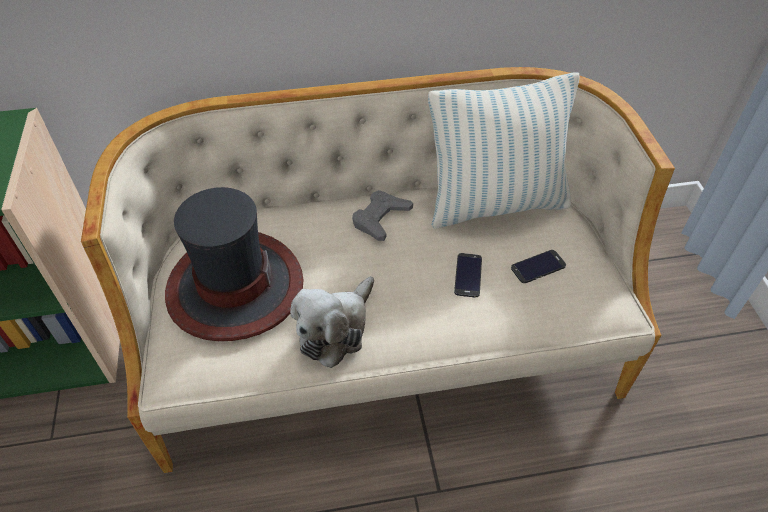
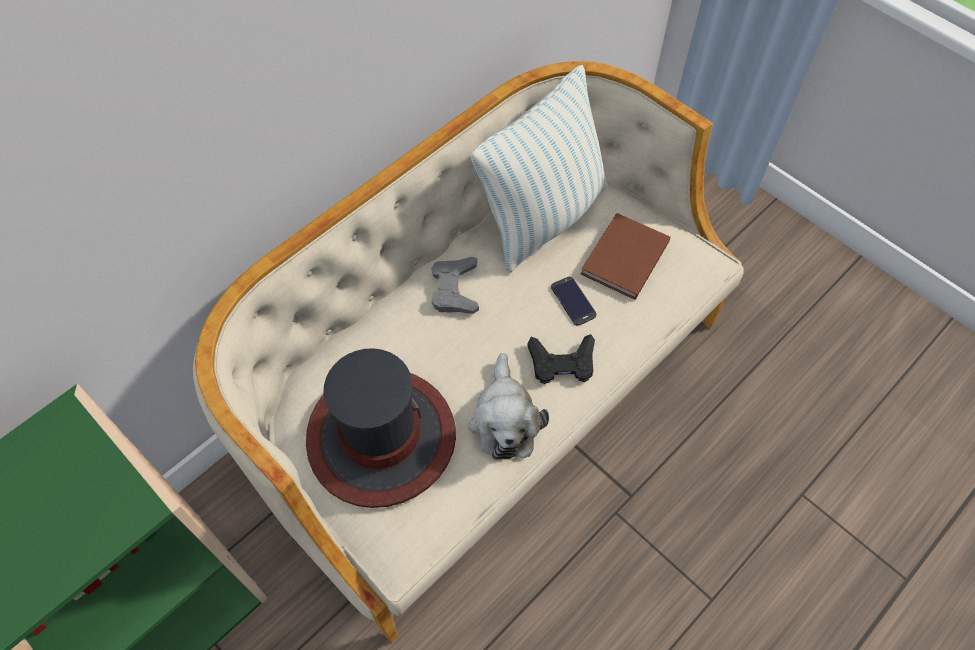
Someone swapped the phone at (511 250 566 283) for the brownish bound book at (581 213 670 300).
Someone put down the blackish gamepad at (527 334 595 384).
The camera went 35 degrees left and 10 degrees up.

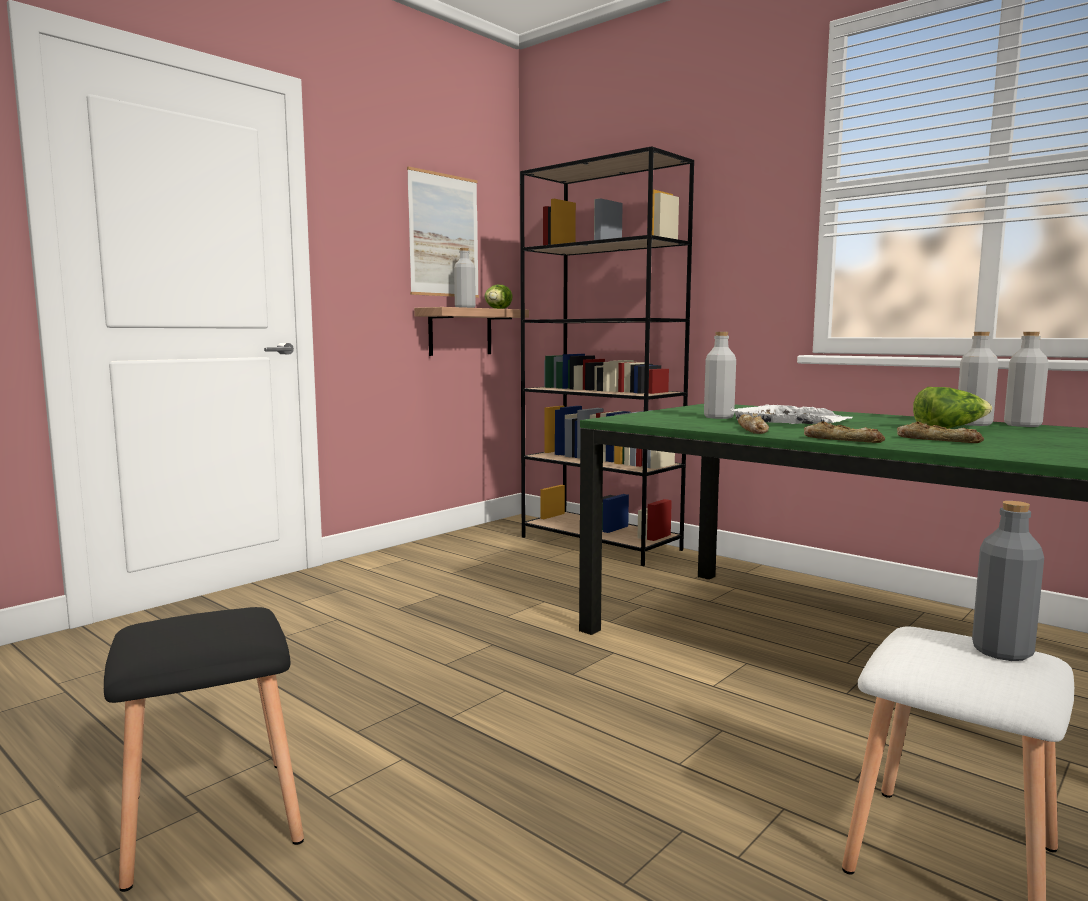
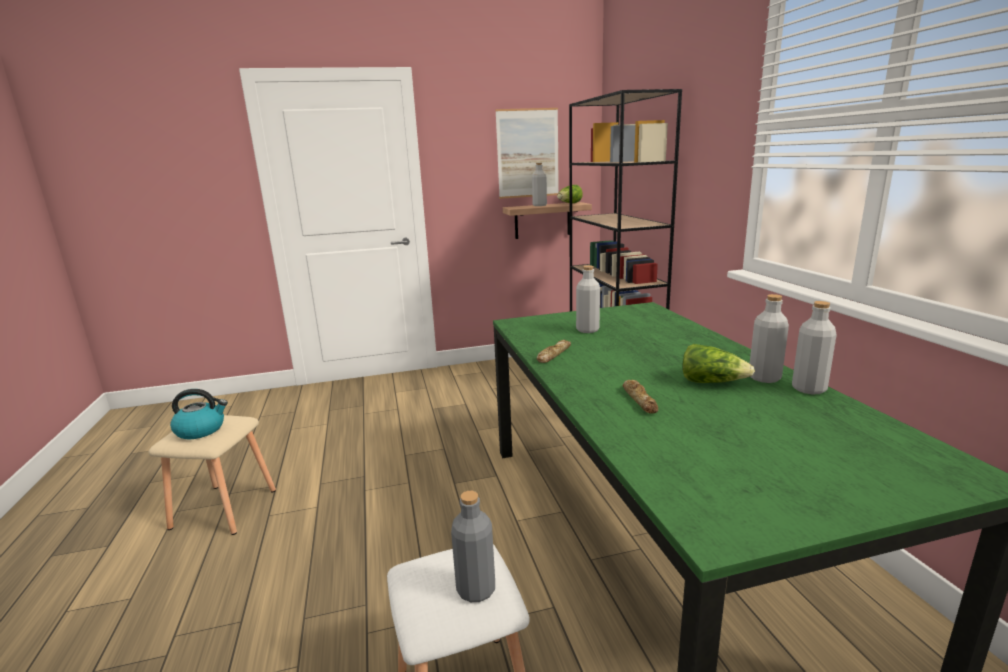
Someone repainted the blackish sitting stool at (104 607 304 892), which became the beige sitting stool at (148 415 276 535).
Someone took away the whitish tray at (731 404 853 424).
Someone took away the baked bread at (804 421 885 443).
Someone put down the tea kettle at (170 389 228 439).
The camera went 35 degrees right and 10 degrees up.

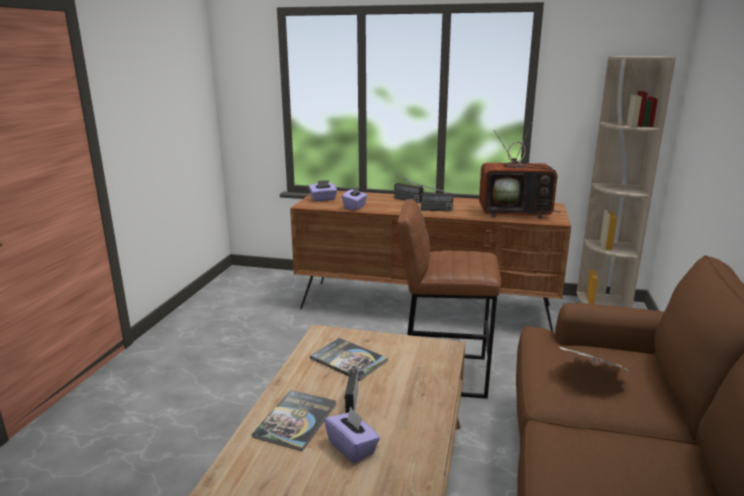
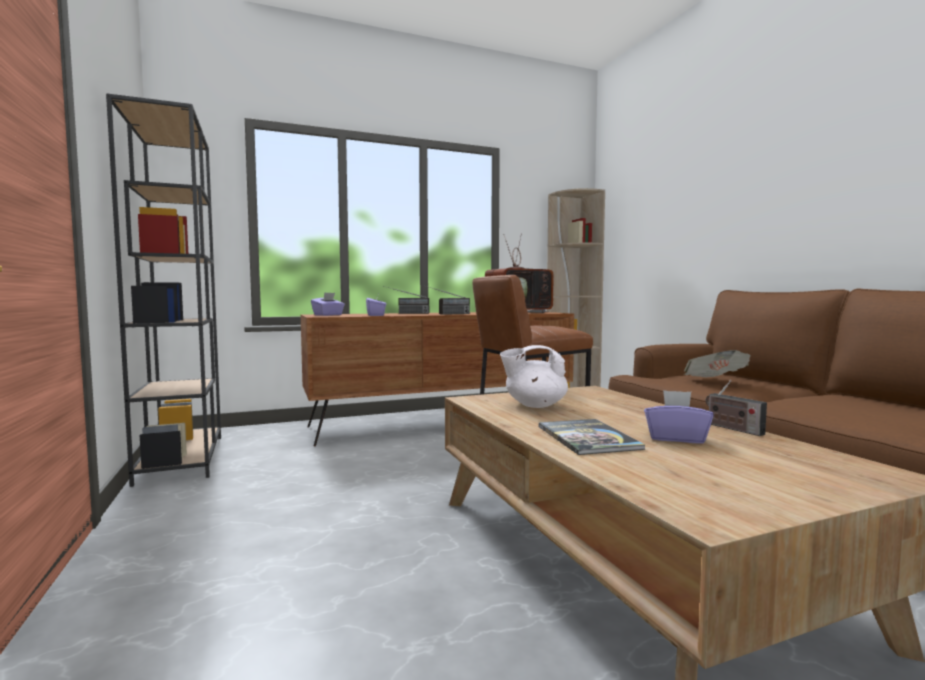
Someone swapped the bound book at (310 338 388 381) for the whitish pot for tea at (500 345 568 408).
Someone carried the radio from (344 365 358 413) to (706 380 767 436).
Someone put down the bookcase at (106 93 221 487).
The camera went 35 degrees left and 15 degrees down.

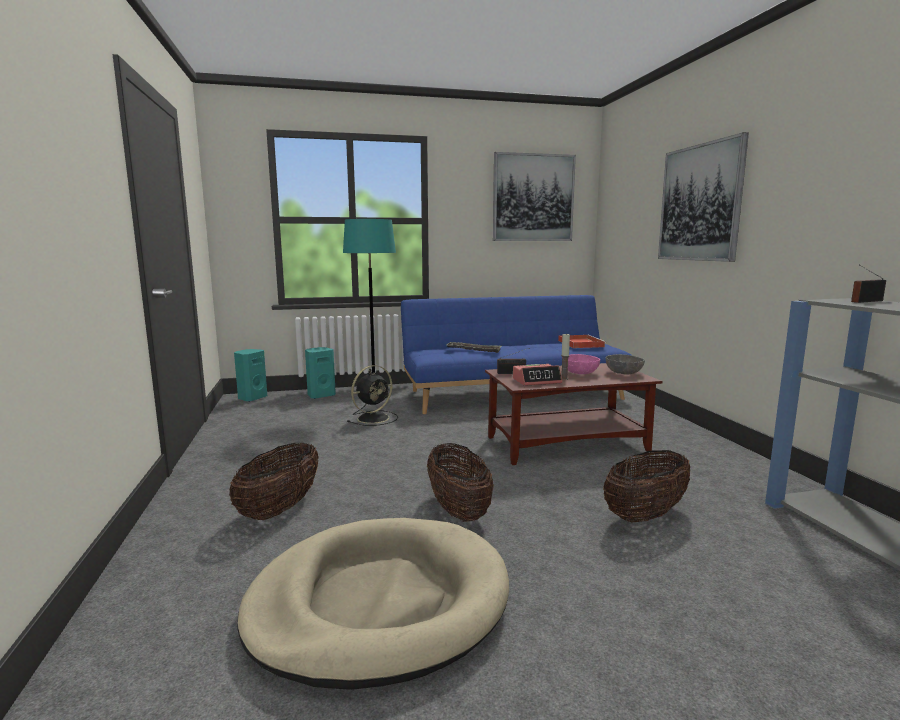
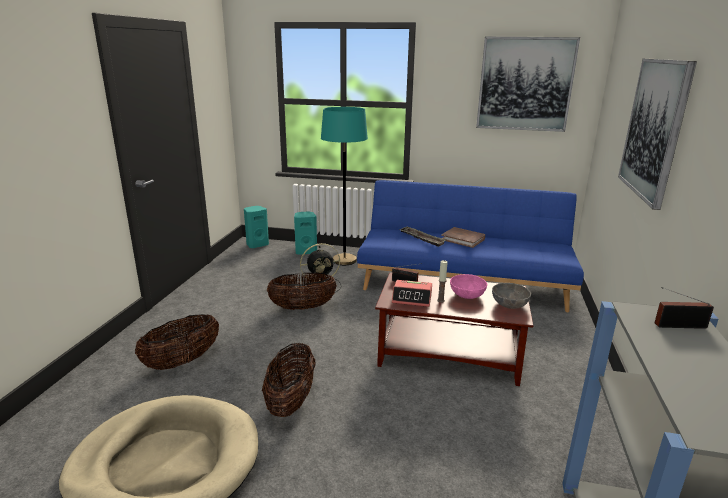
Someone took away the red-coloured tray at (558 335 606 348).
Someone carried the basket from (603 450 690 523) to (267 272 337 310).
Someone put down the brownish bound book at (441 227 485 248).
The camera went 25 degrees right and 10 degrees up.

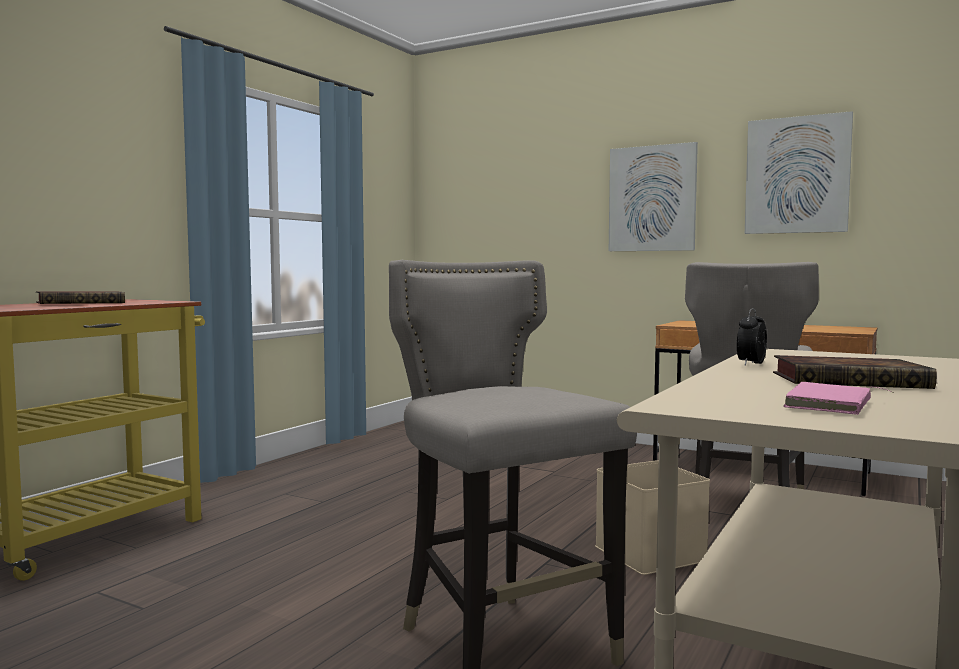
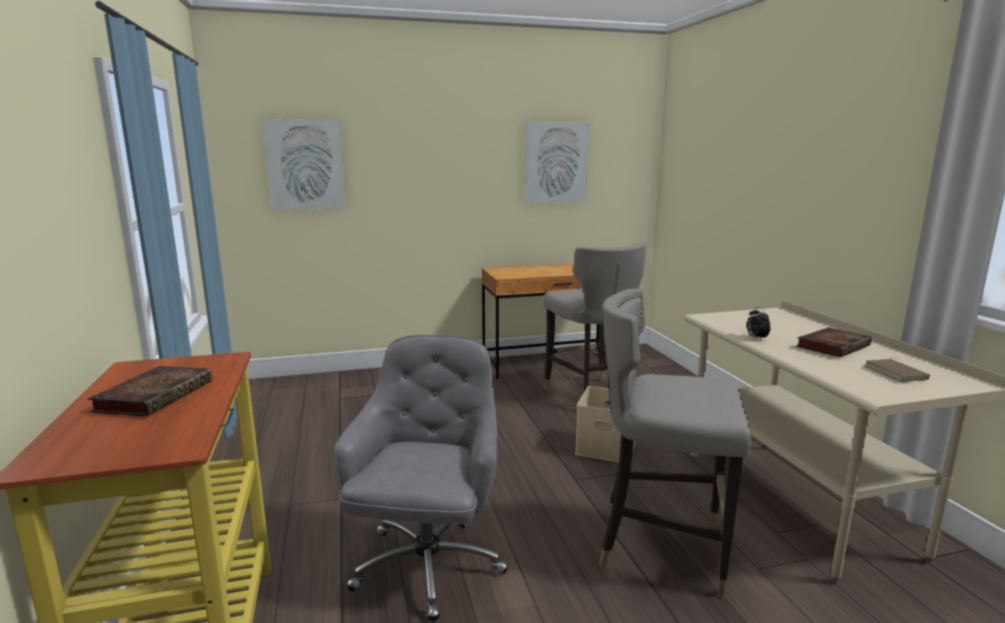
Someone carried the wall art from (609 142 698 251) to (262 119 346 210).
Someone repainted the pink-coloured bound book at (783 382 894 415), which became the brownish bound book at (865 358 930 382).
Someone put down the gray computer chair at (334 335 507 621).
The camera went 45 degrees left and 10 degrees up.

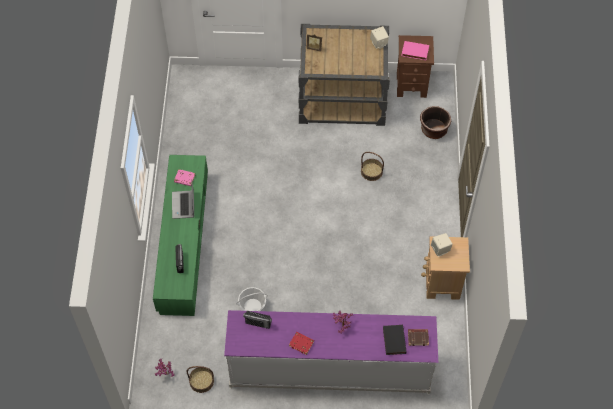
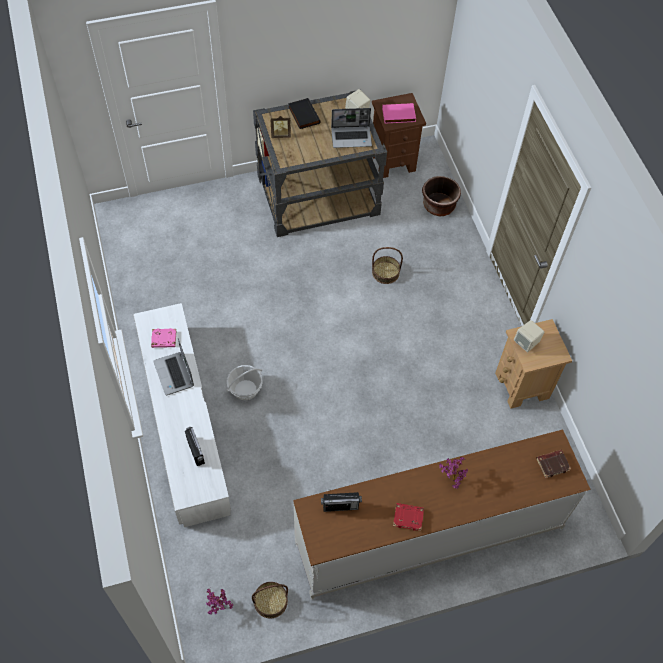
Someone repainted the greenish tv unit at (153 155 208 316), which became the whitish tv unit at (133 303 231 527).
Someone repainted the purple-coloured storage cabinet at (224 310 438 395), which became the brownish storage cabinet at (293 429 591 600).
Someone carried the basket from (236 287 268 311) to (227 365 263 400).
Someone carried the blackish bound book from (383 325 407 355) to (288 98 320 129).
Someone put down the portable computer at (331 108 372 148).
The camera went 20 degrees left and 0 degrees up.

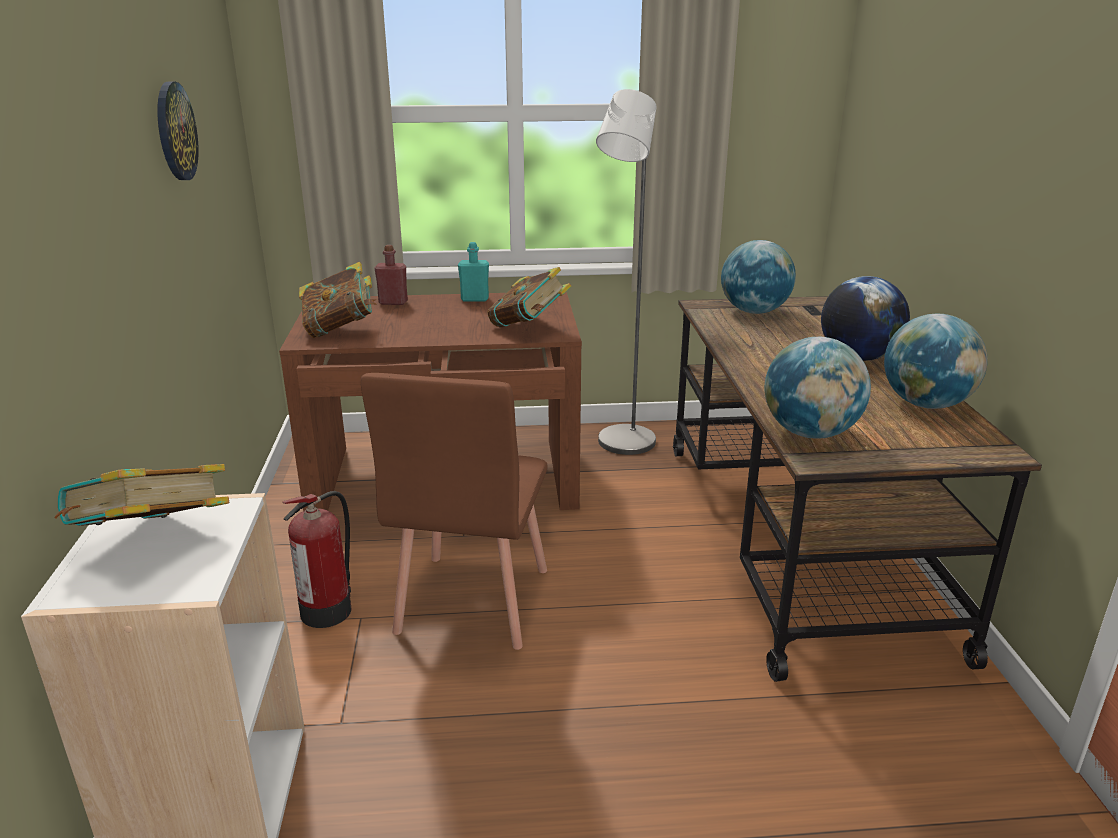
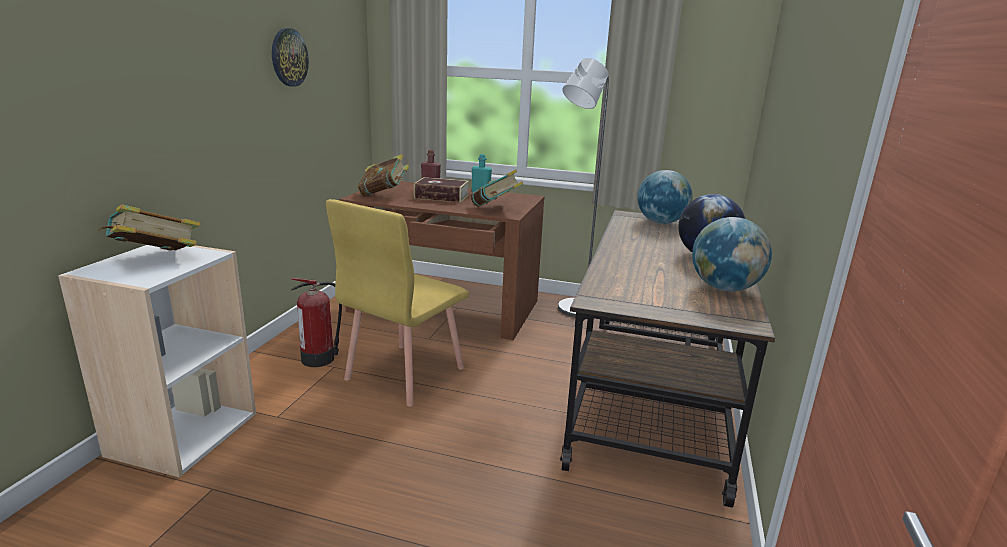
Someone repainted the brownish chair at (361 373 547 650), which became the yellow-coloured chair at (326 199 469 407).
Someone took away the globe at (765 337 871 439).
Someone put down the bound book at (414 177 469 203).
The camera went 20 degrees right and 5 degrees down.

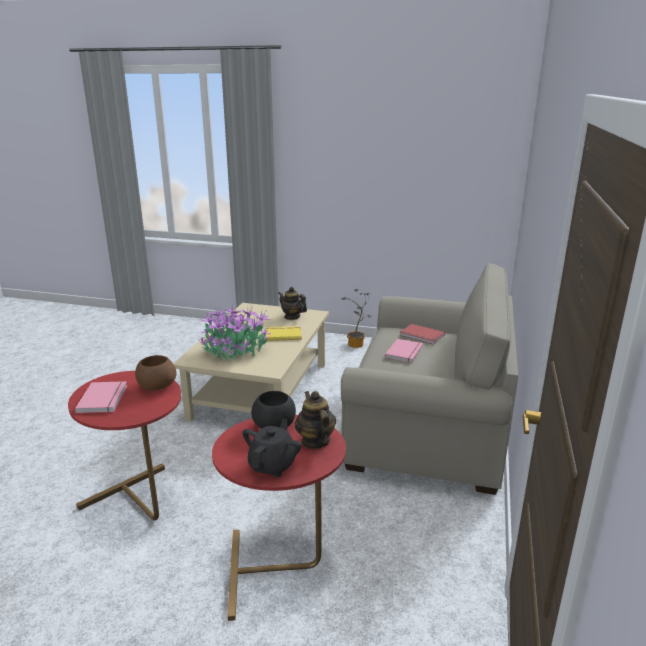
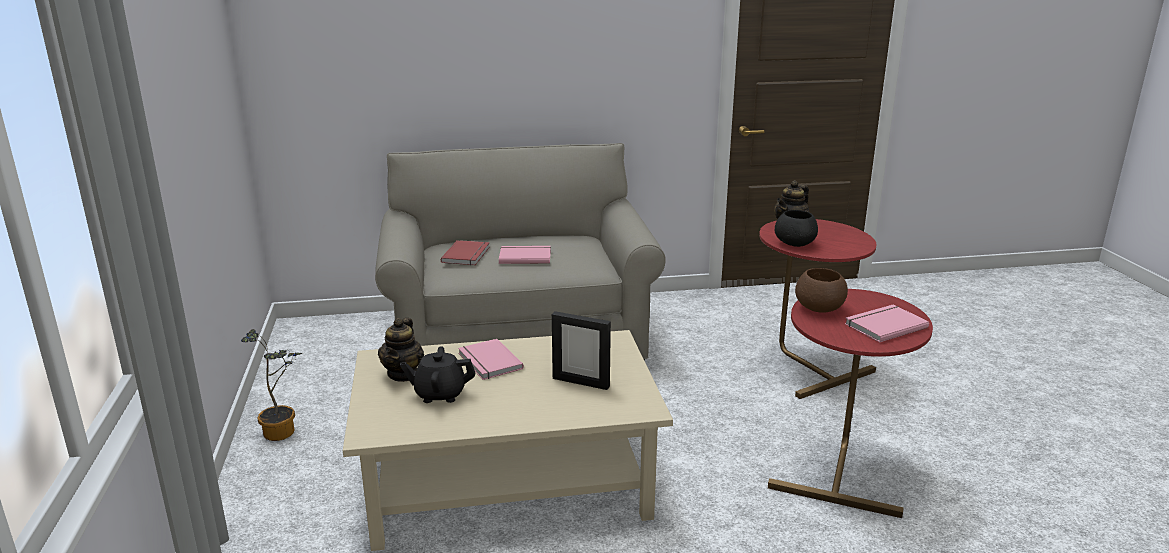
Someone swapped the plant in a pot at (198 304 271 361) for the photo frame at (552 311 611 390).
Someone carried the blackish pot for tea from (242 419 302 477) to (400 346 476 403).
Someone repainted the yellow-coloured bound book at (266 326 302 341), which became the pink-coloured bound book at (458 339 524 380).
The camera went 115 degrees left and 0 degrees up.

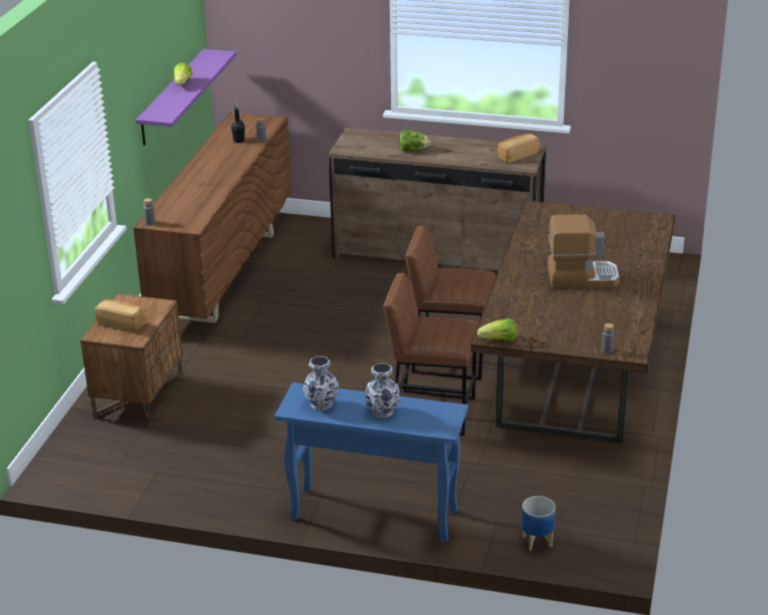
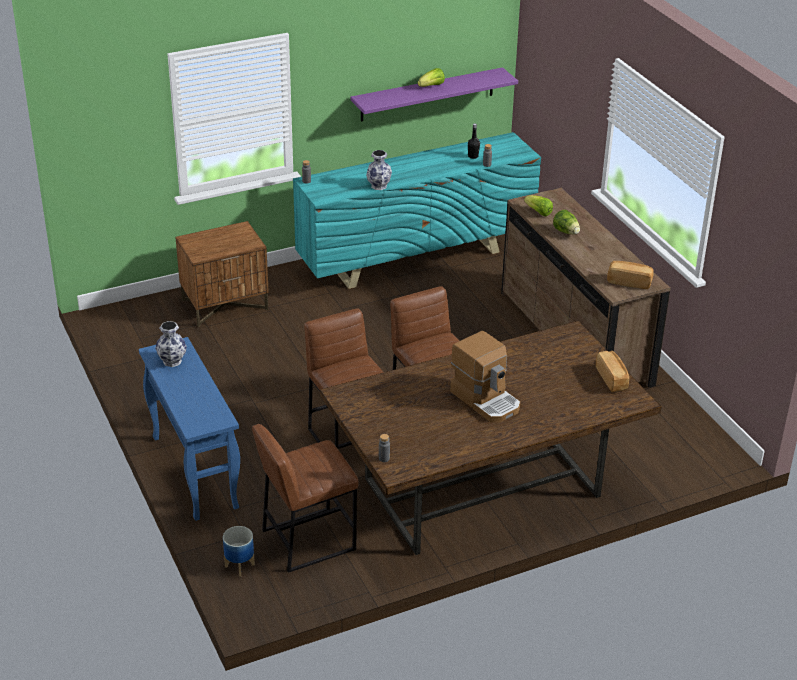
Someone carried the baked bread from (95 300 145 332) to (596 351 629 392).
Someone repainted the brownish storage cabinet at (133 112 292 323), which became the turquoise-coloured storage cabinet at (293 132 541 289).
Someone carried the vase from (365 363 400 418) to (366 150 392 190).
Someone carried the head of lettuce from (477 318 517 341) to (524 195 553 217).
Someone put down the brownish chair at (252 424 359 573).
The camera went 50 degrees right and 5 degrees up.

